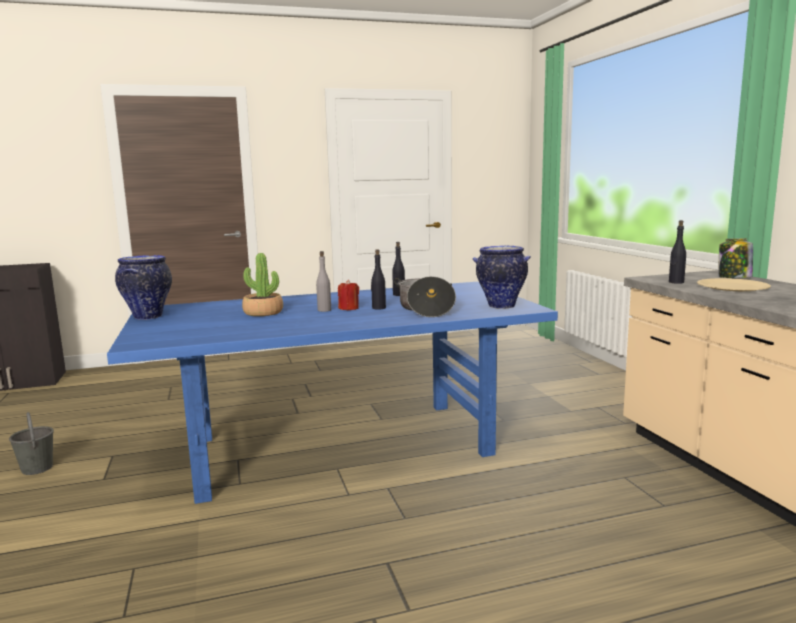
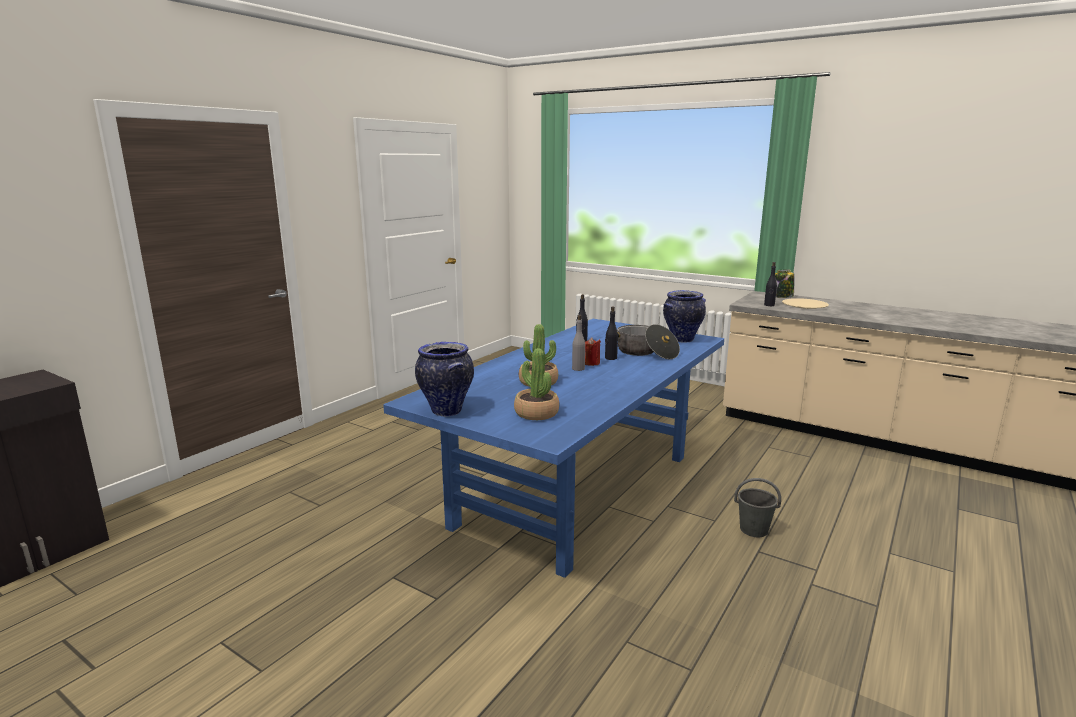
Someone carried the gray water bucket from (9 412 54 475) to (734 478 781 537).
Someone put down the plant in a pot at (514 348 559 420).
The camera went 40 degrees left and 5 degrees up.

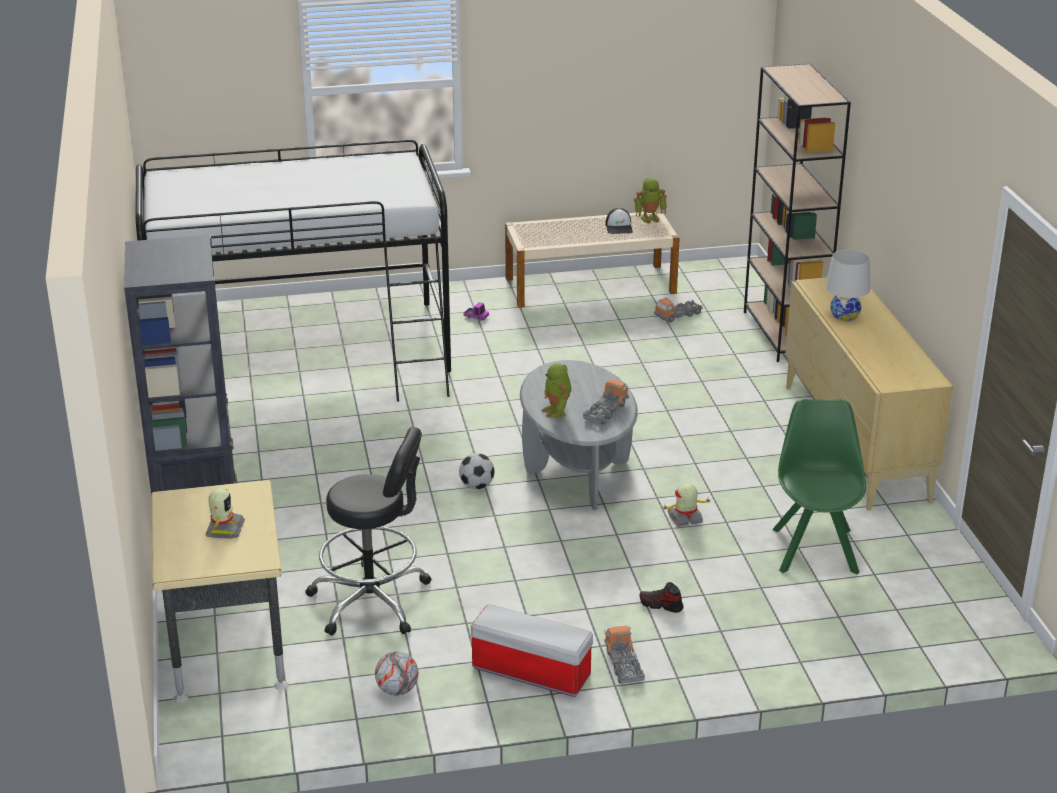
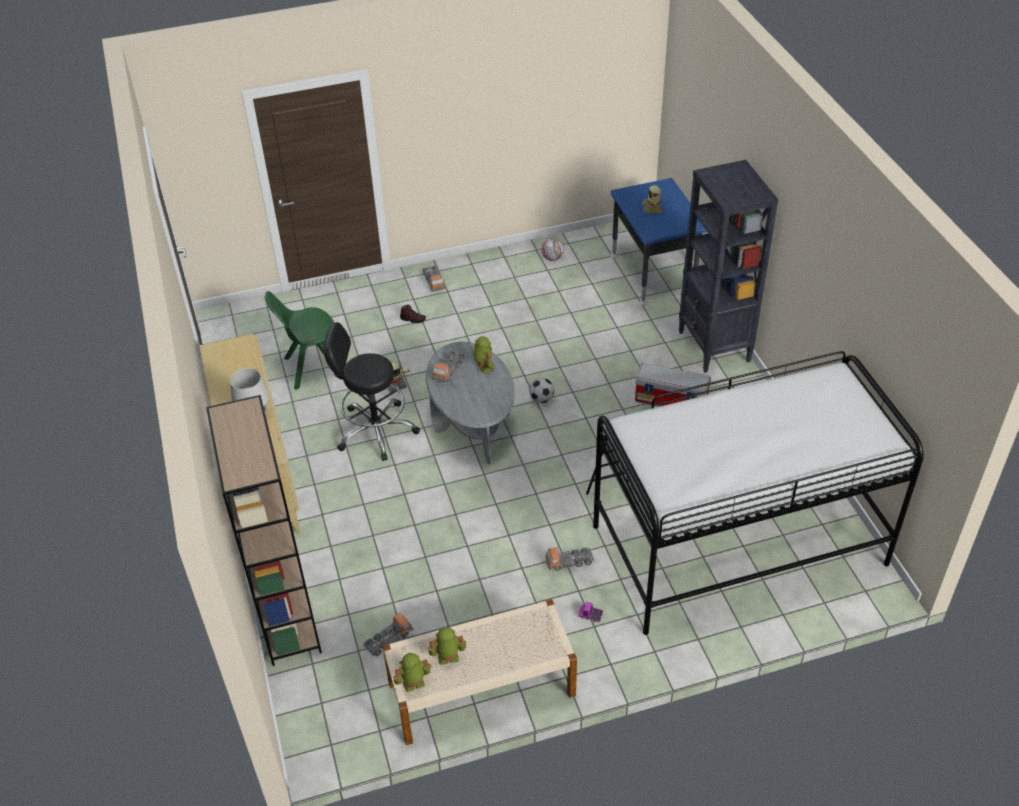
Someone repainted the beige desk unit at (152 480 289 703), which became the bluish desk unit at (610 178 707 305).
Someone carried the blackish sitting stool from (305 427 432 635) to (324 322 420 461).
Someone carried the storage bin from (471 604 593 697) to (635 363 711 407).
Someone swapped the cap at (605 208 633 234) for the robot figure at (428 627 466 665).
Someone rotated the greenish chair at (772 399 867 575) by 75 degrees clockwise.
Someone put down the toy truck at (545 546 594 571).
The camera went 175 degrees right and 15 degrees up.

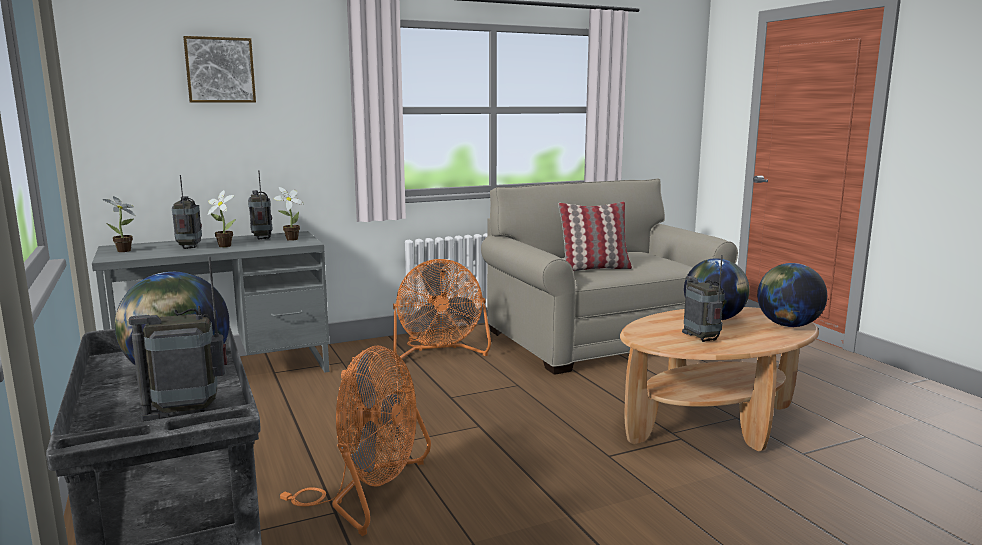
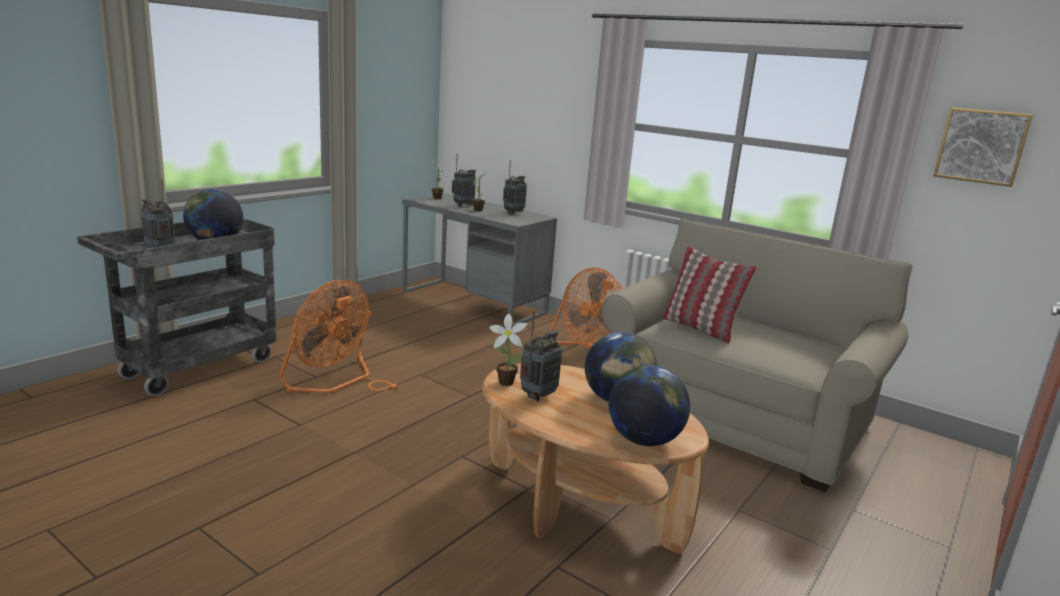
Someone carried the wall art from (183 36 256 103) to (933 107 1033 187).
Someone carried the plant in a pot from (273 187 304 241) to (489 313 528 386).
Someone rotated the orange-coloured electric fan at (280 346 431 536) by 135 degrees clockwise.
The camera went 60 degrees right and 5 degrees up.

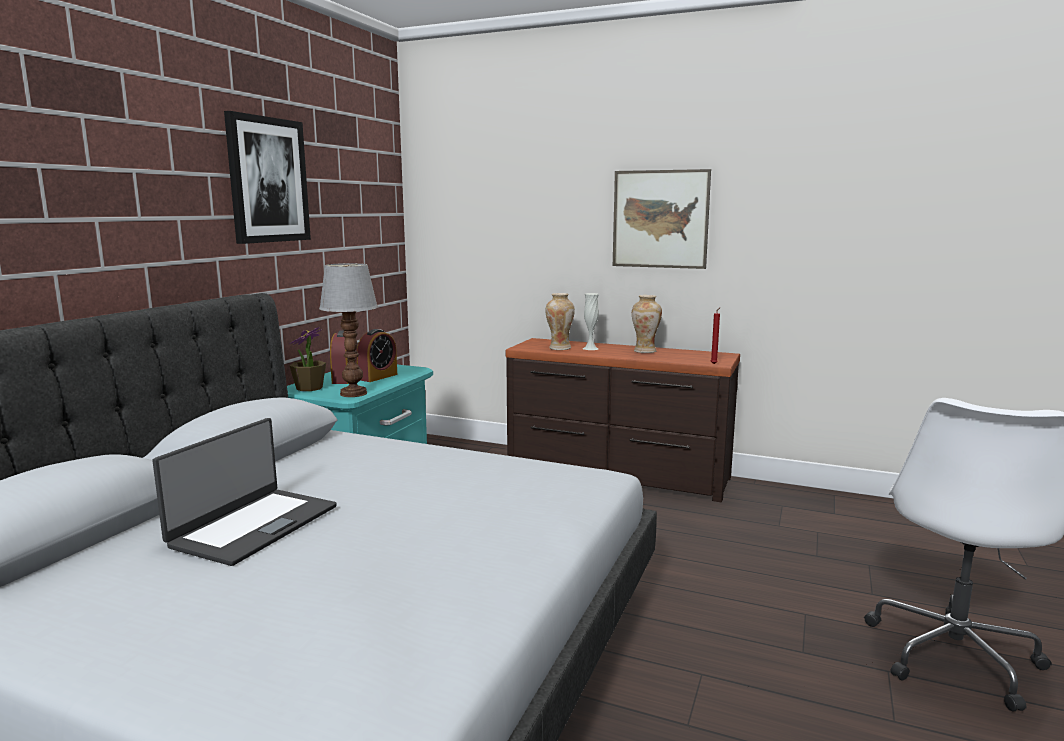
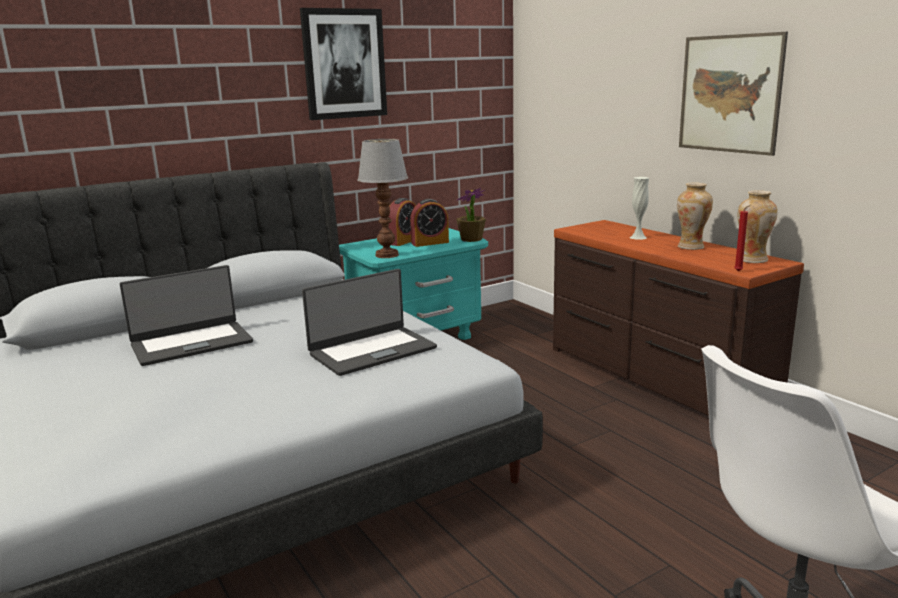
Someone carried the plant in a pot from (289 327 326 391) to (456 188 486 242).
Someone carried the vase from (546 293 575 350) to (738 190 778 263).
Someone put down the portable computer at (302 269 437 376).
The camera went 35 degrees right and 5 degrees up.

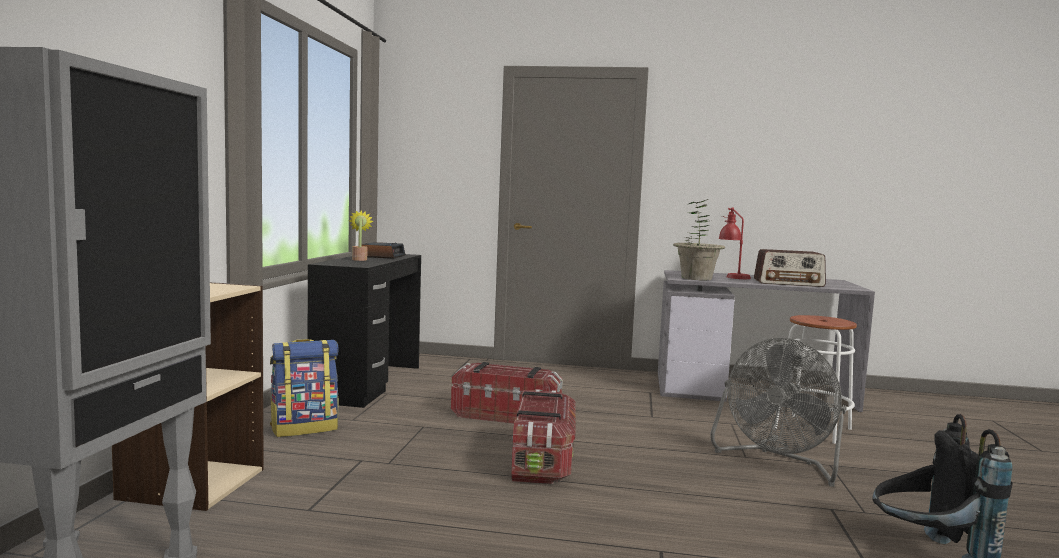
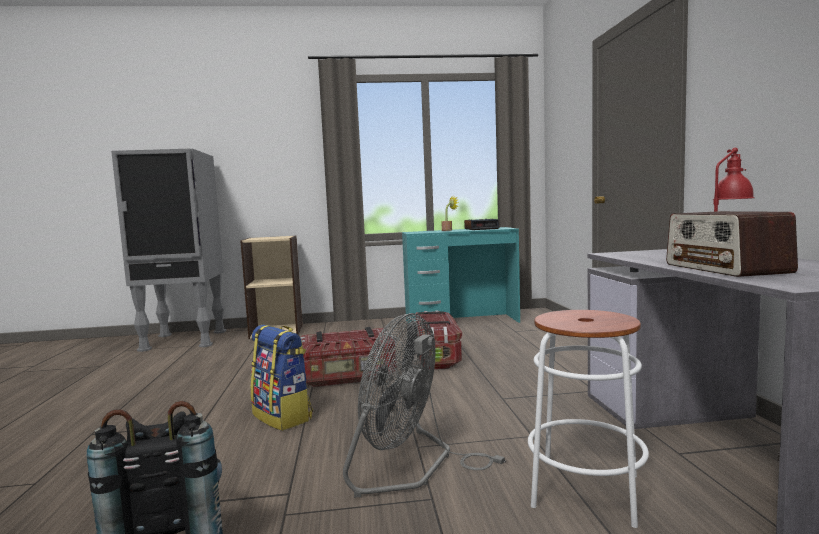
Someone carried the knapsack from (270 339 339 437) to (250 325 313 431).
Someone repainted the blackish desk unit at (308 254 421 408), which became the turquoise-coloured desk unit at (402 227 520 324).
Someone took away the plant in a pot at (673 199 725 280).
The camera went 75 degrees right and 0 degrees up.

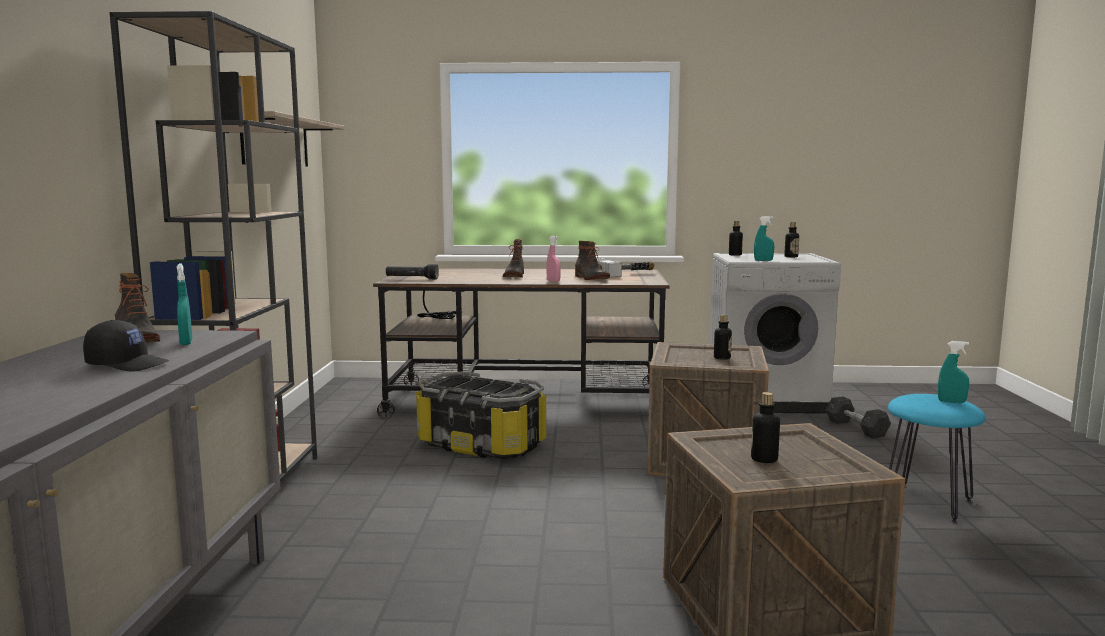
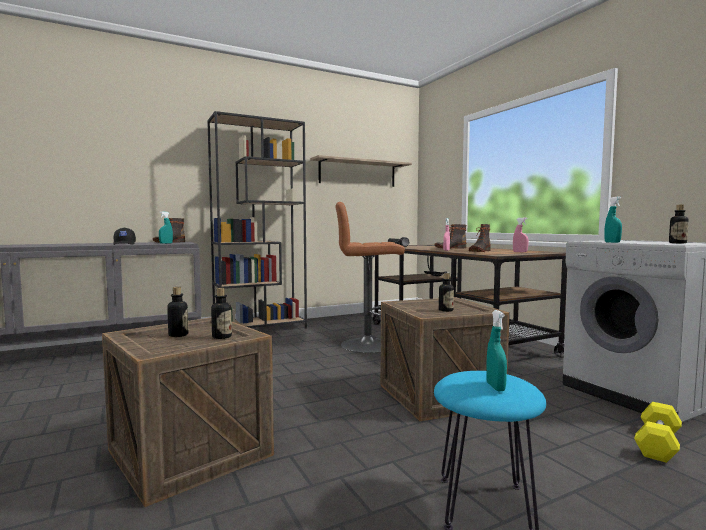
Someone swapped the storage bin at (416 371 546 459) for the brownish sitting stool at (335 202 405 353).
Someone swapped the hand hammer at (597 258 655 278) for the pink-coloured hand sprayer at (513 218 529 252).
Someone carried the beverage bottle from (729 221 743 256) to (211 288 232 339).
Someone repainted the gray hand weight at (825 397 891 438), which became the yellow-coloured hand weight at (634 402 682 463).
The camera went 60 degrees right and 5 degrees down.

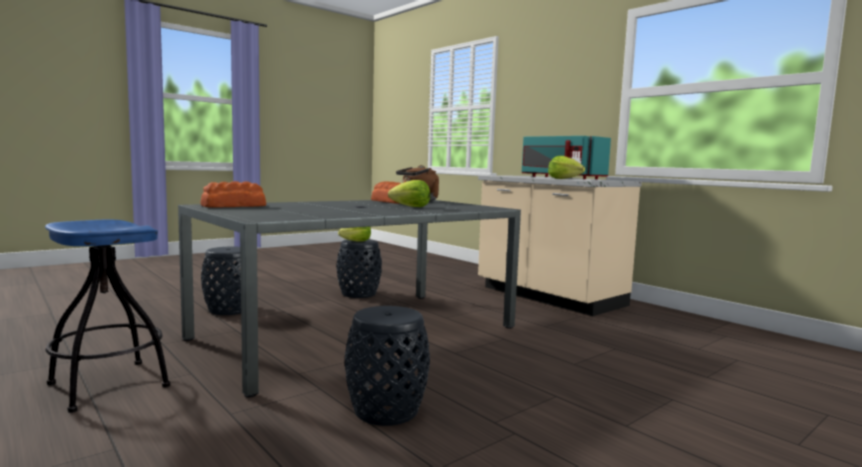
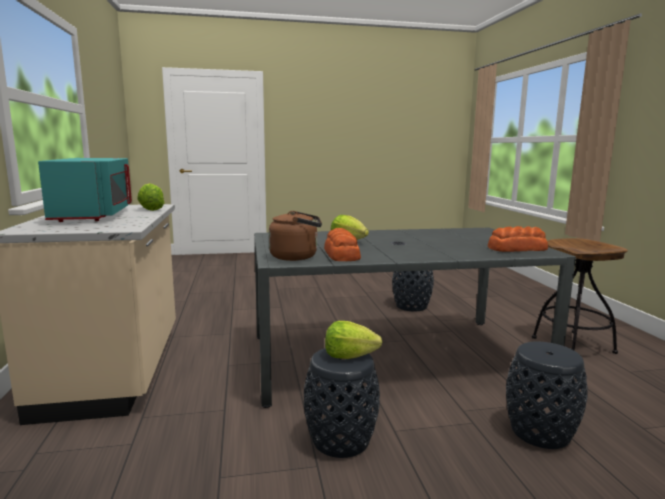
Someone repainted the bluish sitting stool at (45 220 170 413), which became the brownish sitting stool at (532 238 628 354).
The camera went 150 degrees left and 5 degrees up.

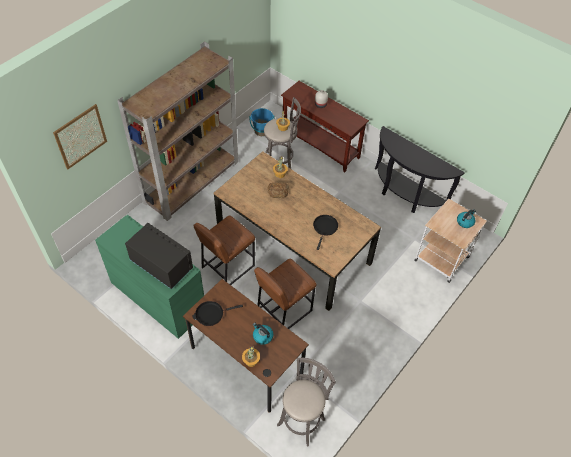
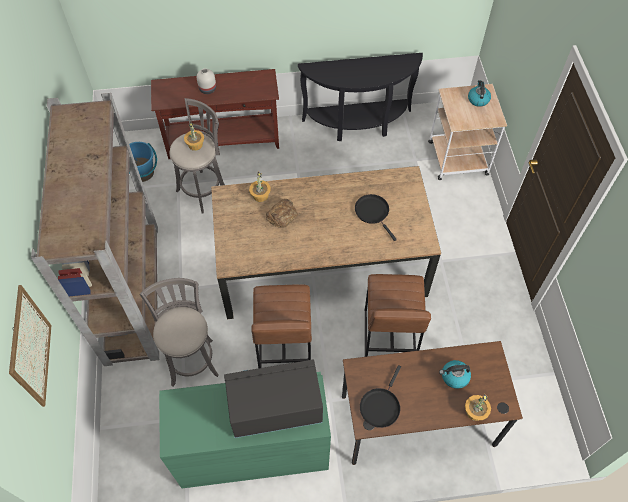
Someone carried the gray sitting stool from (277 358 336 447) to (140 278 219 386).
The camera went 45 degrees left and 5 degrees up.

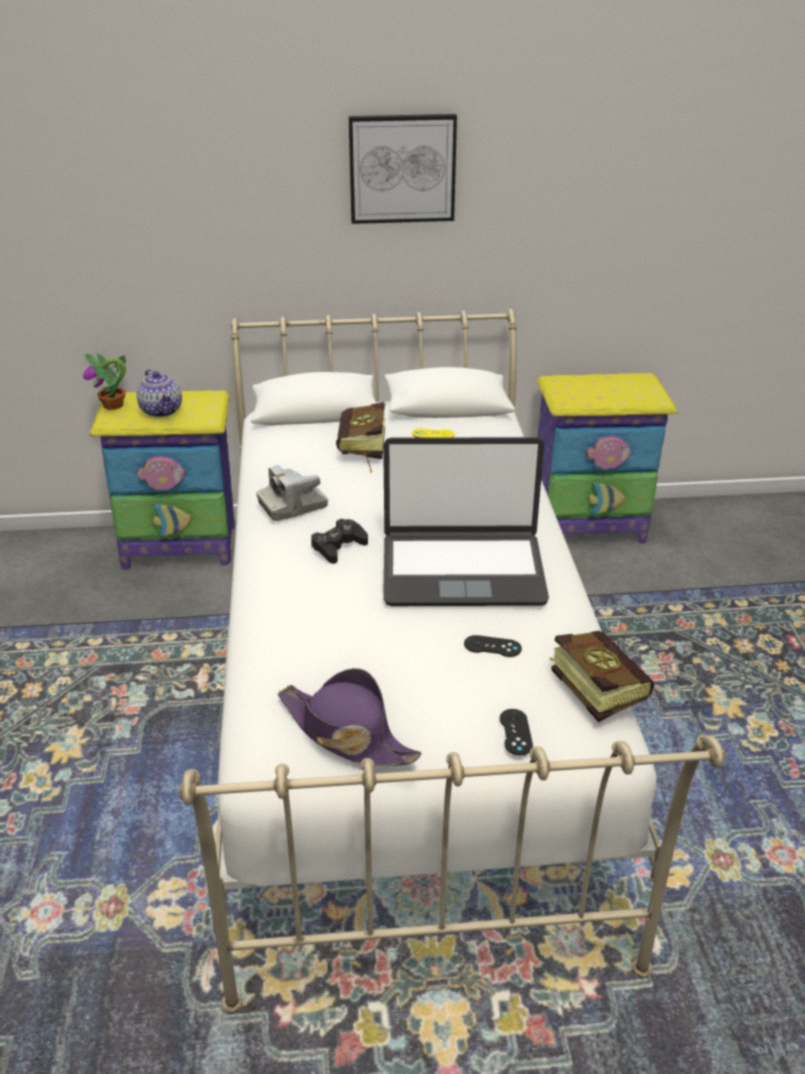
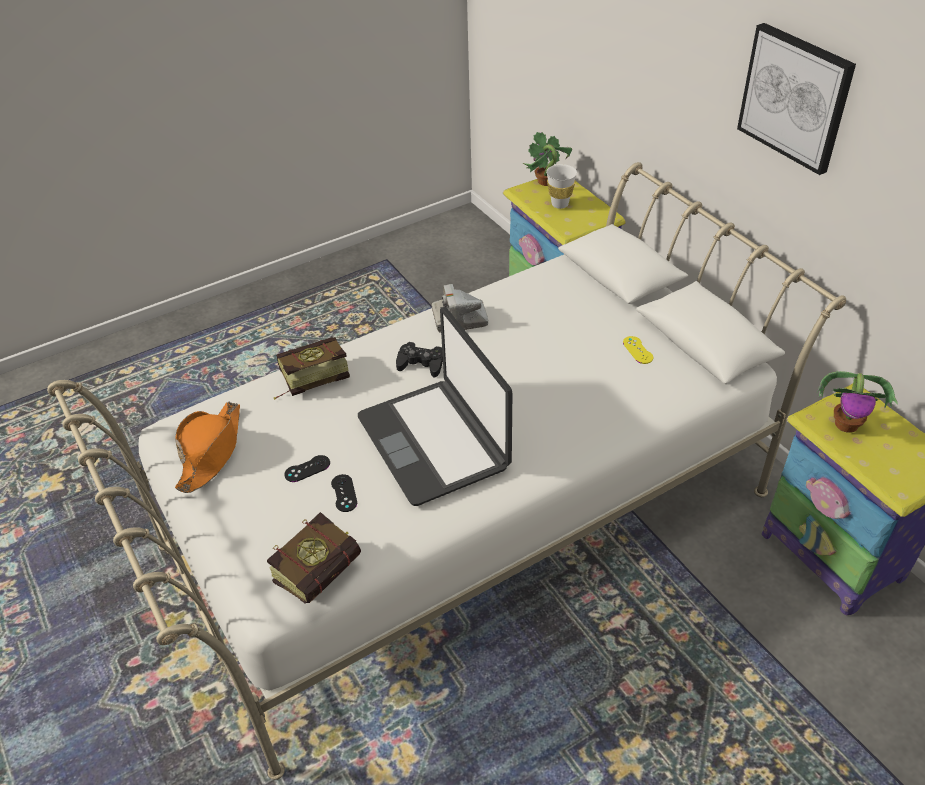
Someone swapped the pot for tea at (136 369 182 417) for the whitish small cup at (546 164 577 209).
Someone rotated the photo camera at (257 465 328 521) by 45 degrees counterclockwise.
Someone repainted the purple-coloured hat at (278 668 422 766), which became the orange-coloured hat at (175 402 240 493).
Someone carried the bound book from (336 402 387 473) to (274 337 350 400).
Someone carried the blackish gamepad from (500 709 533 755) to (284 455 330 482).
Someone put down the plant in a pot at (817 371 898 433).
The camera went 65 degrees right and 10 degrees up.

